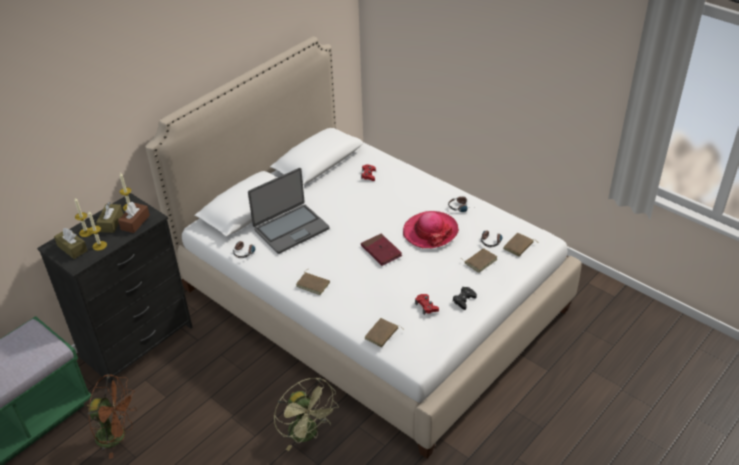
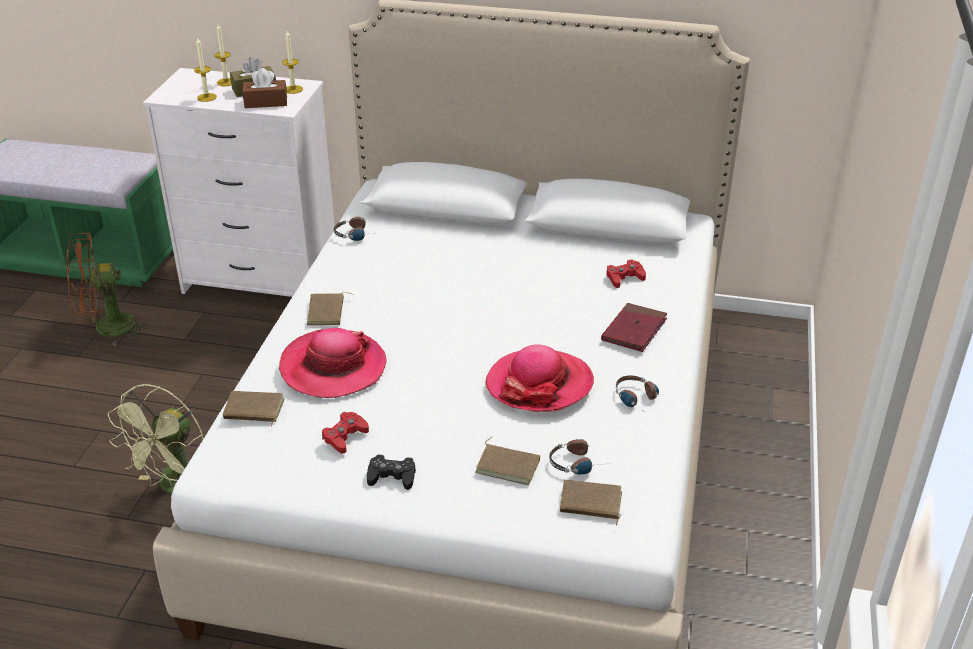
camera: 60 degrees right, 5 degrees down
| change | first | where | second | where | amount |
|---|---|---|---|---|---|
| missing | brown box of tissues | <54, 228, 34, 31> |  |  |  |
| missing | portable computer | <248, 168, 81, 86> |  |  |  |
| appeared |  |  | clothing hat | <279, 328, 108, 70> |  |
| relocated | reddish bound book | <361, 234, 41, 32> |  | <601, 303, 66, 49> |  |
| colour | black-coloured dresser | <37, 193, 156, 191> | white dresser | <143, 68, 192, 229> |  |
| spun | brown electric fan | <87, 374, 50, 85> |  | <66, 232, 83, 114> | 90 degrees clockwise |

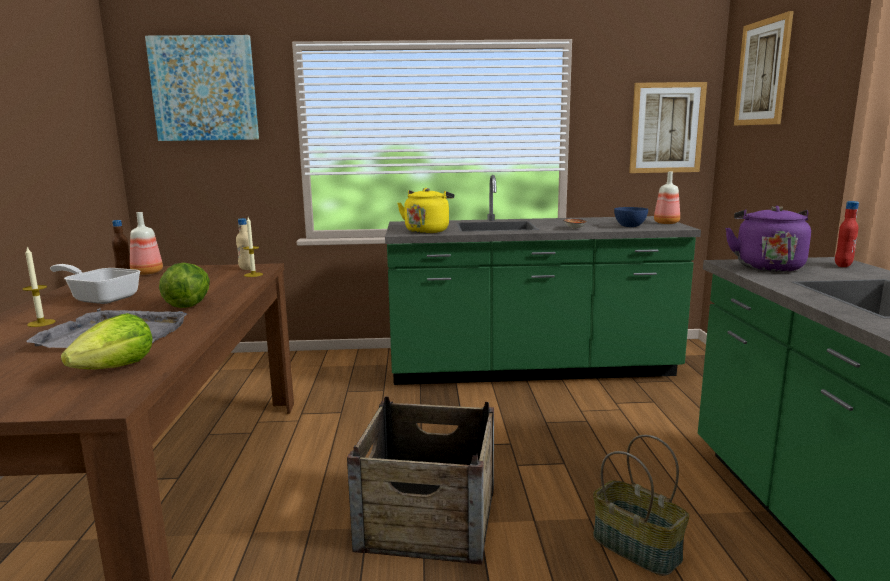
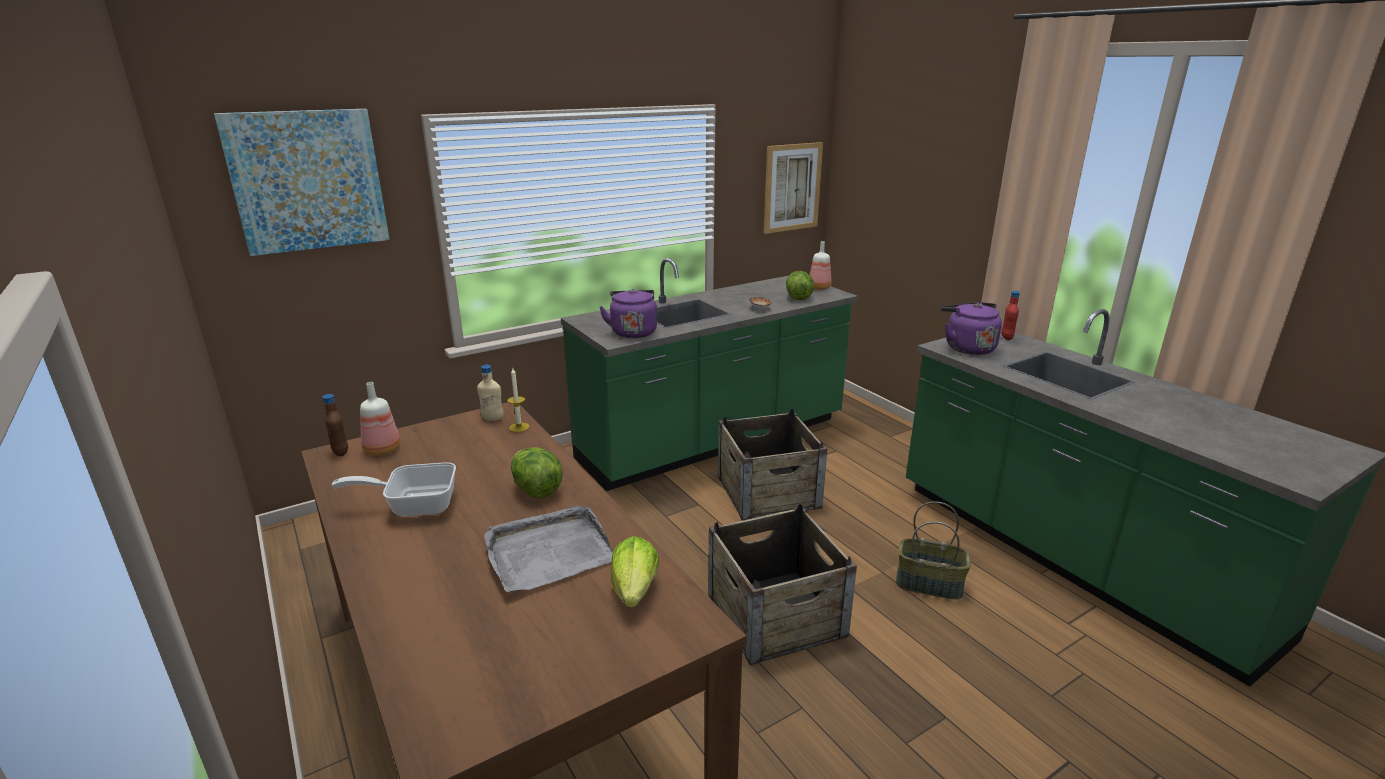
camera: 30 degrees left, 10 degrees up
| change | first | where | second | where | amount |
|---|---|---|---|---|---|
| missing | wax candle | <22, 247, 33, 80> |  |  |  |
| missing | picture | <734, 11, 60, 115> |  |  |  |
| appeared |  |  | shipping crate | <718, 409, 110, 112> |  |
| exchanged | bluish serving bowl | <614, 207, 34, 20> | lettuce | <786, 271, 28, 29> |  |
| colour | yellowish kettle | <397, 188, 58, 45> | purple kettle | <599, 289, 58, 49> |  |

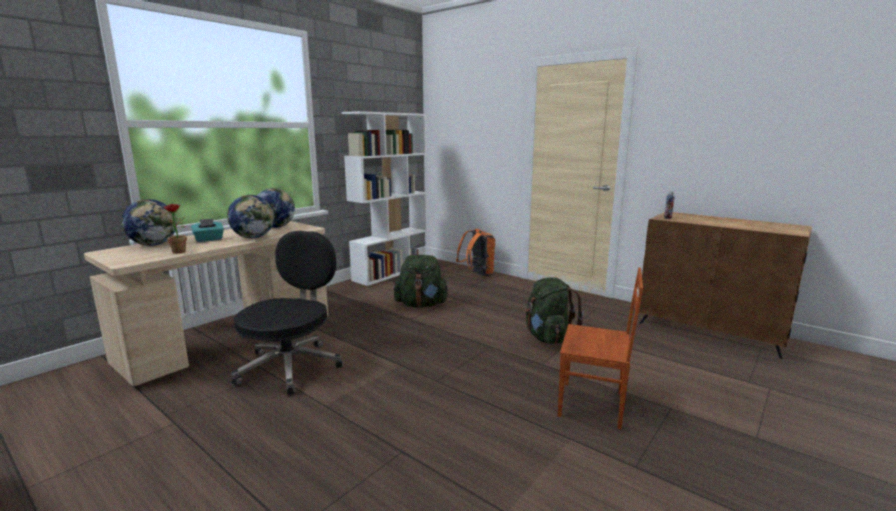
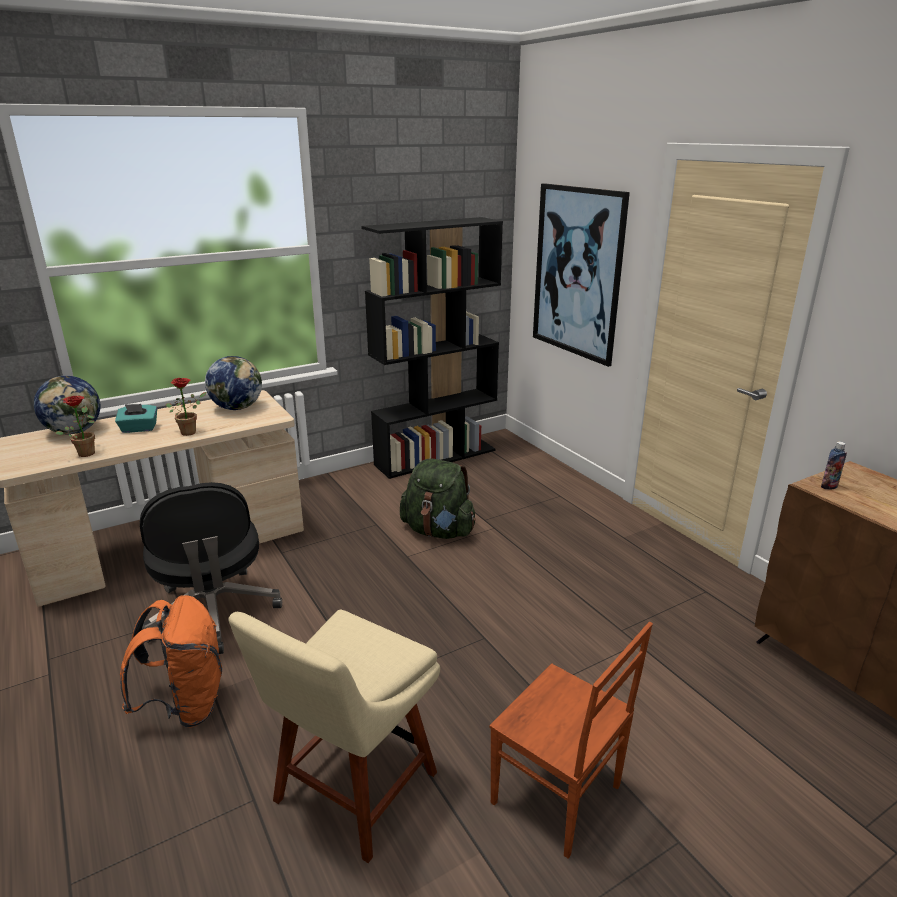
camera: 20 degrees right, 10 degrees up
| change | first | where | second | where | amount |
|---|---|---|---|---|---|
| missing | greenish backpack | <523, 277, 61, 67> |  |  |  |
| appeared |  |  | beige-coloured upright chair | <228, 609, 212, 254> |  |
| appeared |  |  | picture | <533, 183, 97, 184> |  |
| relocated | orangey backpack | <456, 229, 39, 48> |  | <120, 595, 102, 133> |  |
| exchanged | world globe | <227, 195, 47, 43> | potted plant | <166, 378, 41, 58> |  |
| colour | white shelving unit | <342, 111, 85, 175> | black-coloured shelving unit | <361, 217, 142, 262> |  |
| spun | black-coloured desk chair | <231, 231, 111, 164> |  | <140, 482, 142, 172> | 120 degrees clockwise |

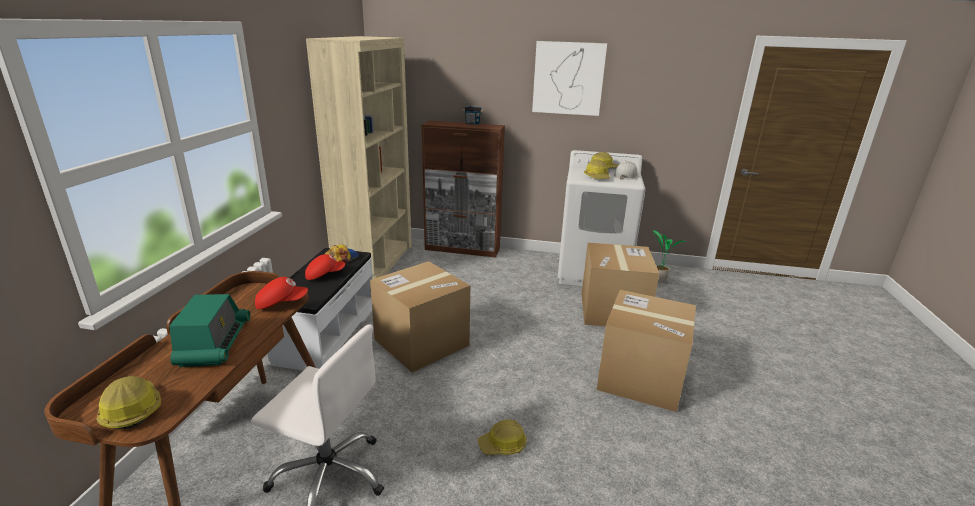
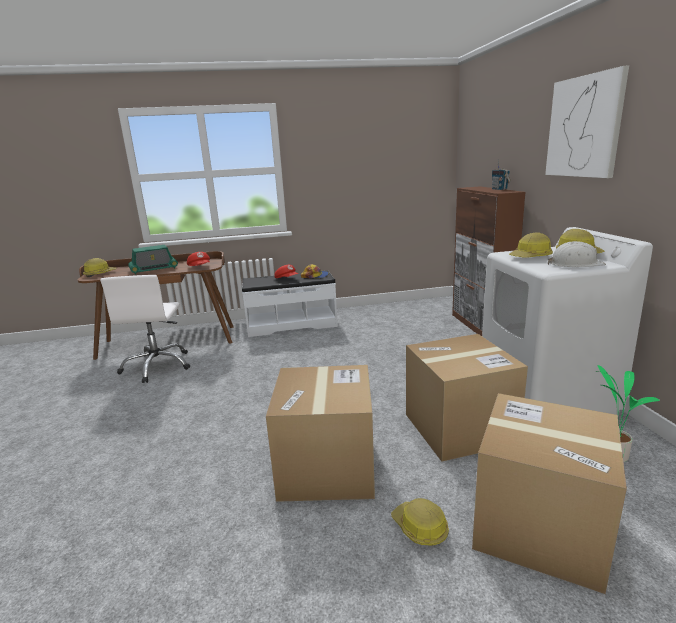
camera: 70 degrees right, 5 degrees down
| change | first | where | second | where | amount |
|---|---|---|---|---|---|
| missing | beige-coloured shelving unit | <306, 36, 106, 243> |  |  |  |
| relocated | packing box | <370, 261, 100, 111> |  | <472, 393, 155, 201> |  |
| relocated | work helmet | <478, 419, 49, 36> |  | <391, 498, 58, 48> |  |

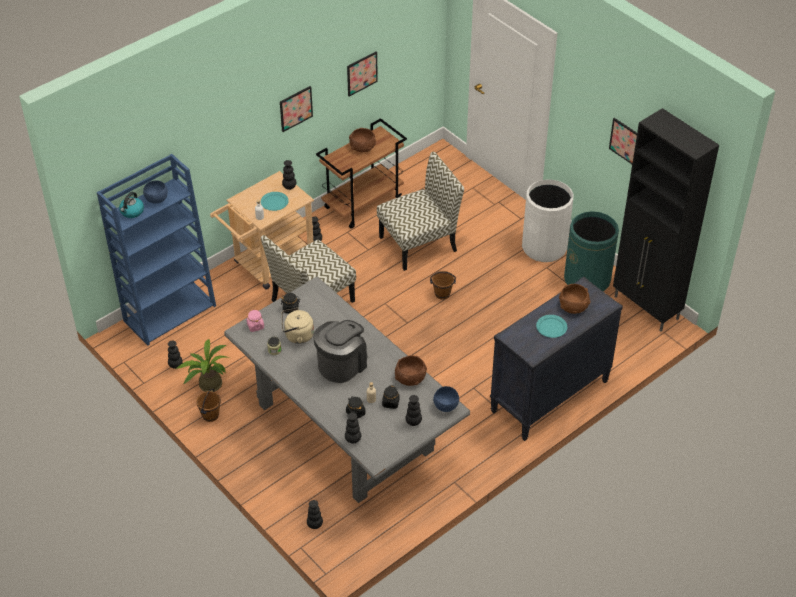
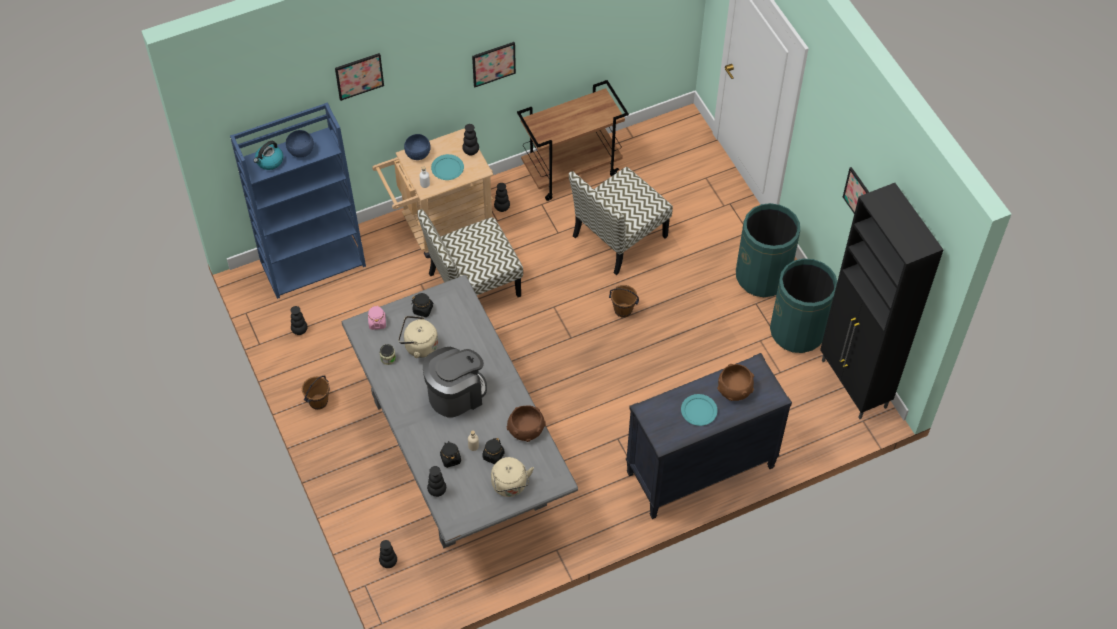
camera: 15 degrees right, 10 degrees up
| change | first | where | second | where | amount |
|---|---|---|---|---|---|
| missing | potted plant | <177, 339, 53, 53> |  |  |  |
| missing | brown serving bowl | <349, 128, 27, 24> |  |  |  |
| relocated | picture | <347, 52, 31, 45> |  | <335, 53, 49, 48> |  |
| relocated | bluish serving bowl | <433, 386, 26, 26> |  | <404, 134, 27, 26> |  |
| exchanged | black-coloured decorative vase | <405, 395, 17, 31> | beige-coloured kettle | <491, 457, 43, 40> |  |
| colour | white rubbish bin | <522, 179, 51, 83> | greenish rubbish bin | <736, 203, 64, 94> |  |
| spun | upright chair | <377, 152, 87, 119> |  | <569, 167, 104, 108> | 150 degrees clockwise |

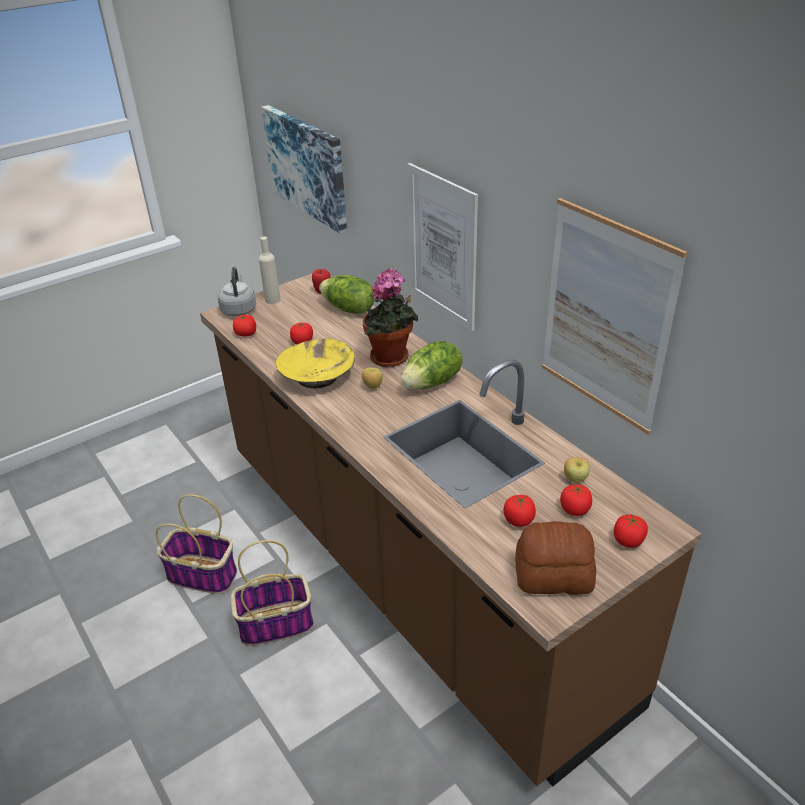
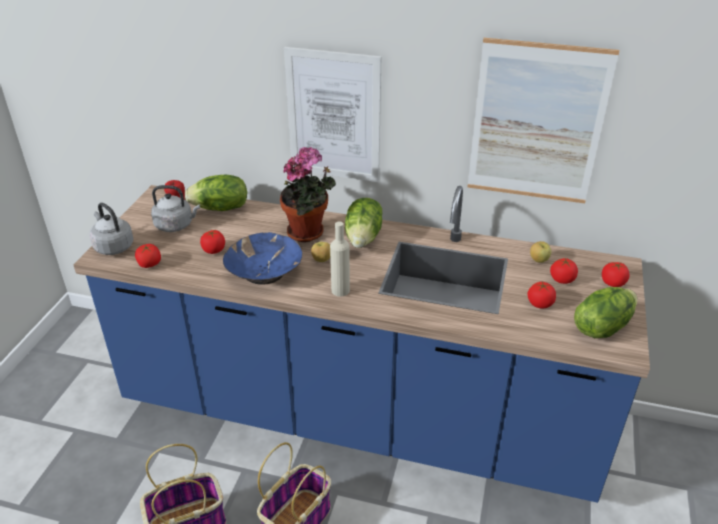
camera: 40 degrees left, 0 degrees up
| change | first | where | second | where | amount |
|---|---|---|---|---|---|
| missing | picture | <261, 105, 86, 129> |  |  |  |
| appeared |  |  | gray kettle | <151, 185, 49, 47> |  |
| relocated | beige-coloured beverage bottle | <259, 237, 22, 67> |  | <330, 221, 20, 76> |  |
| exchanged | baked bread | <515, 521, 81, 74> | lettuce | <574, 287, 64, 51> |  |
| colour | brown kitchen counter | <200, 273, 501, 513> | bluish kitchen counter | <73, 185, 577, 318> |  |
| colour | yellowish serving bowl | <276, 339, 79, 49> | bluish serving bowl | <223, 232, 79, 53> |  |

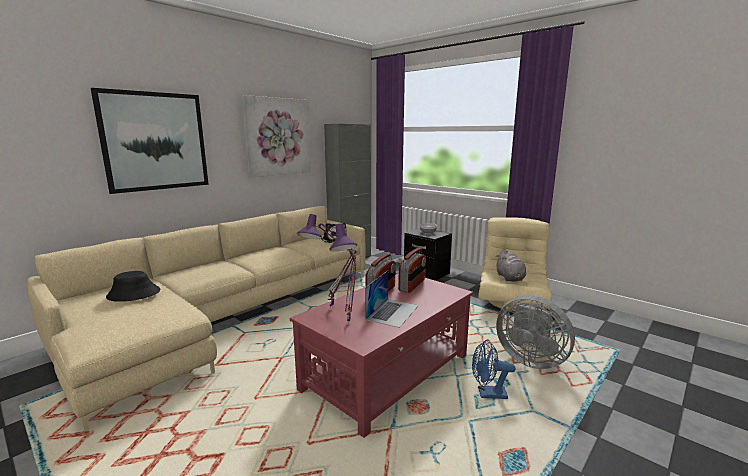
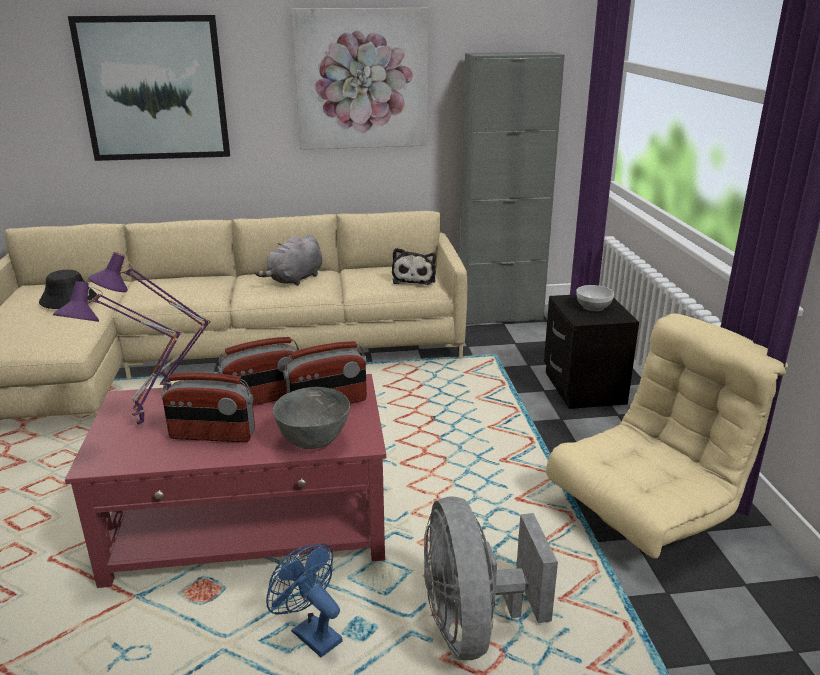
camera: 40 degrees right, 10 degrees up
| change | first | where | second | where | amount |
|---|---|---|---|---|---|
| appeared |  |  | gray serving bowl | <273, 387, 77, 62> |  |
| relocated | gray plush toy | <495, 249, 31, 33> |  | <255, 234, 67, 52> |  |
| exchanged | portable computer | <365, 270, 54, 58> | radio | <162, 373, 93, 69> |  |

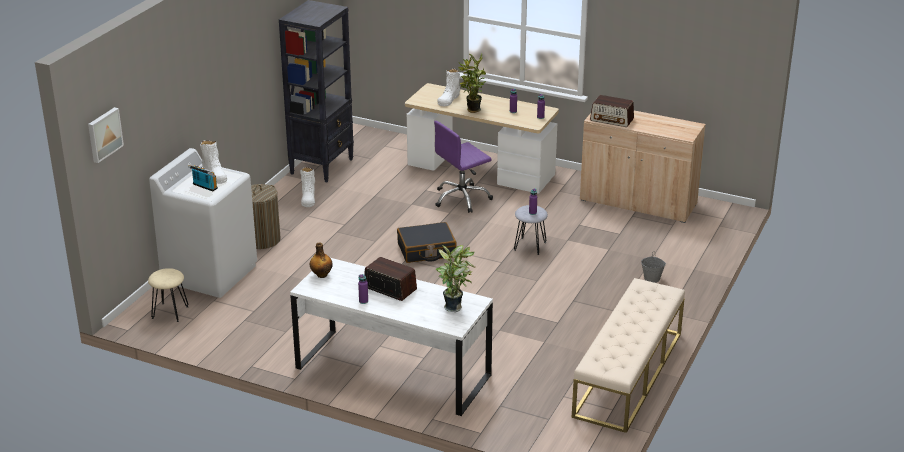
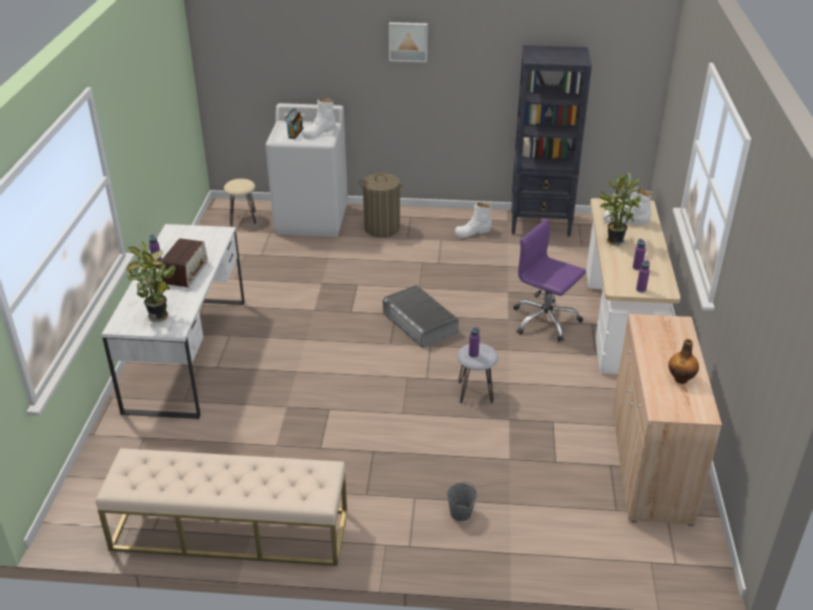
camera: 70 degrees right, 5 degrees up
| change | first | where | second | where | amount |
|---|---|---|---|---|---|
| missing | radio | <590, 95, 44, 32> |  |  |  |
| relocated | picture | <88, 107, 36, 56> |  | <389, 22, 39, 40> |  |
| relocated | beverage bottle | <310, 242, 23, 36> |  | <668, 339, 31, 45> |  |
| exchanged | black-coloured suitcase | <397, 222, 59, 41> | gray storage box | <383, 285, 76, 63> |  |

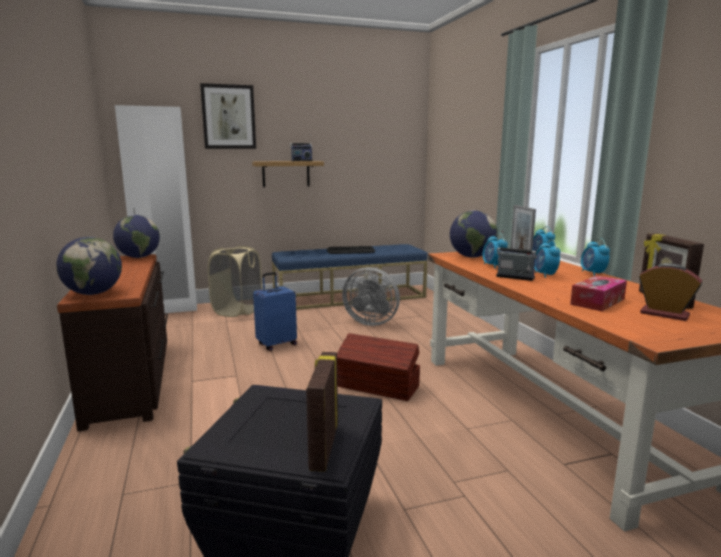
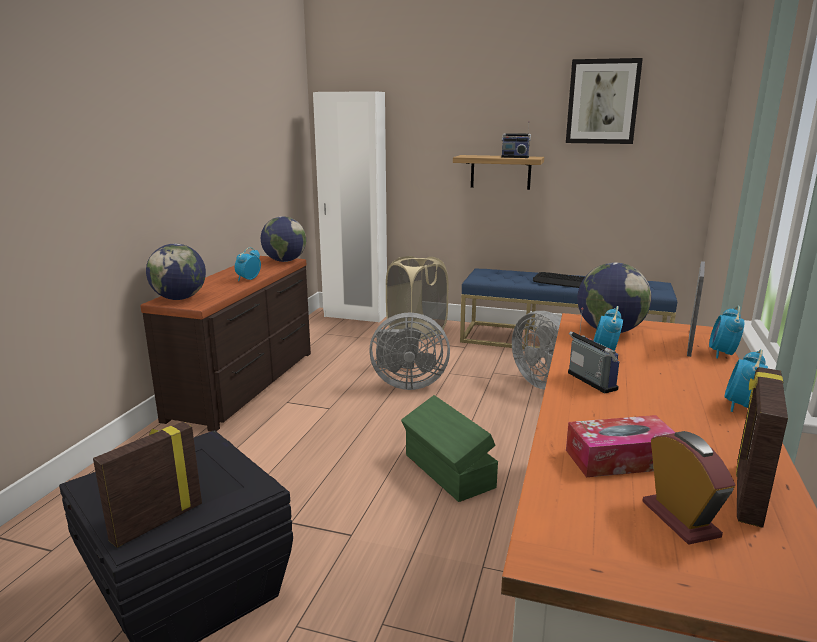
camera: 35 degrees right, 5 degrees up
| change | first | where | second | where | amount |
|---|---|---|---|---|---|
| relocated | picture | <200, 83, 56, 66> |  | <566, 58, 77, 86> |  |
| relocated | alarm clock | <534, 239, 26, 39> |  | <235, 247, 26, 34> |  |
| exchanged | bluish suitcase | <253, 272, 44, 79> | gray electric fan | <369, 312, 81, 78> |  |
| colour | brown storage box | <337, 333, 83, 68> | greenish storage box | <401, 395, 97, 107> |  |

